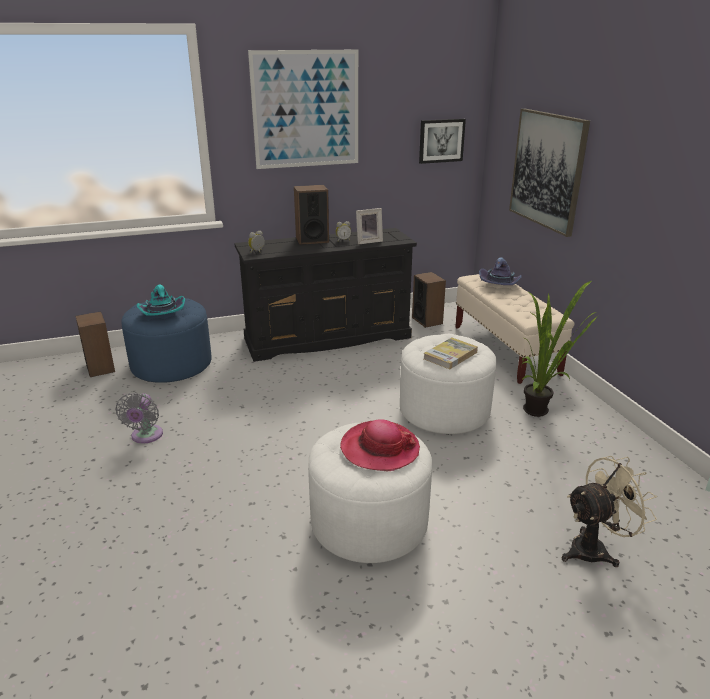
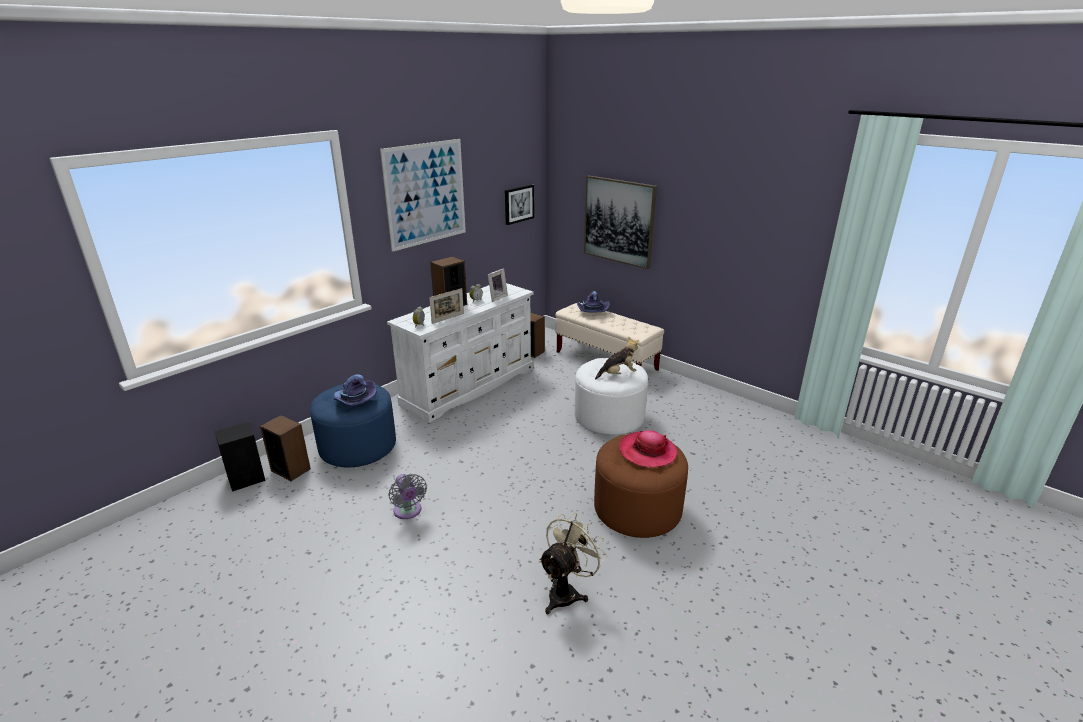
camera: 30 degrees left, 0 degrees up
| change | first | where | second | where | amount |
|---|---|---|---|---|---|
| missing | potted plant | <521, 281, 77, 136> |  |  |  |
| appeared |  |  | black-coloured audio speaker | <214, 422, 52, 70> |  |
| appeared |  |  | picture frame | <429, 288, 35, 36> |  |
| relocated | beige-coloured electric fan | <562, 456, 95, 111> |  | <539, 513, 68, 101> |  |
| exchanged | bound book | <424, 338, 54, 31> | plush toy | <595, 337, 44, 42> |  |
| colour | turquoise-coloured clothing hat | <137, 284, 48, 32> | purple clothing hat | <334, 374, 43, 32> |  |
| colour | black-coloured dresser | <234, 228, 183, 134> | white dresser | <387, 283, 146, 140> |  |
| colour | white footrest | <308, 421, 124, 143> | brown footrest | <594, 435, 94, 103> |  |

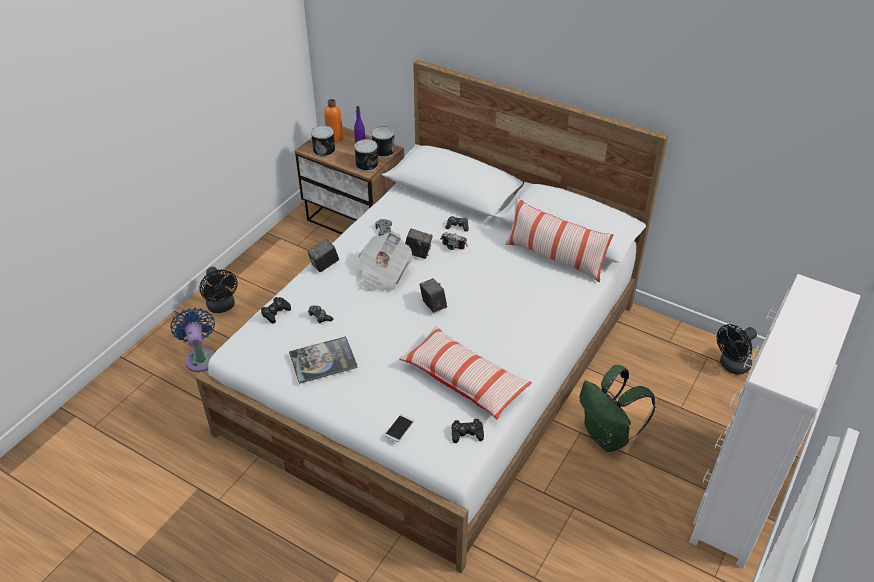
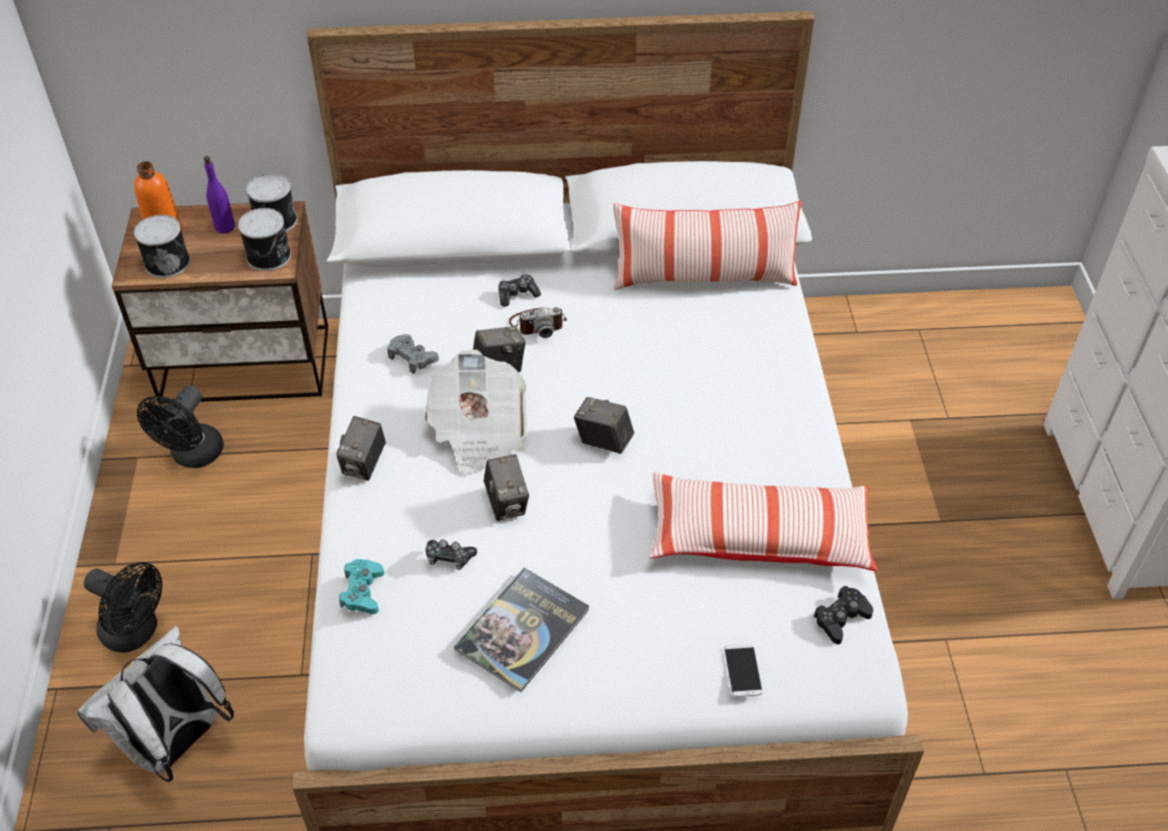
camera: 35 degrees left, 5 degrees up
| change | first | where | second | where | amount |
|---|---|---|---|---|---|
| missing | greenish backpack | <580, 365, 75, 87> |  |  |  |
| appeared |  |  | photo camera | <484, 455, 45, 66> |  |
| relocated | black-coloured electric fan | <717, 324, 40, 50> |  | <137, 385, 87, 83> |  |
| exchanged | bluish electric fan | <171, 308, 44, 64> | white backpack | <77, 626, 157, 156> |  |
| colour | black-coloured gamepad | <261, 297, 30, 27> | turquoise-coloured gamepad | <339, 559, 45, 55> |  |

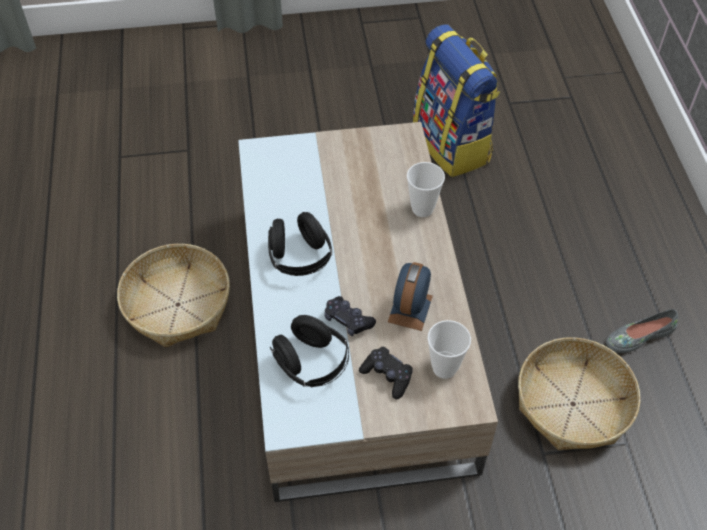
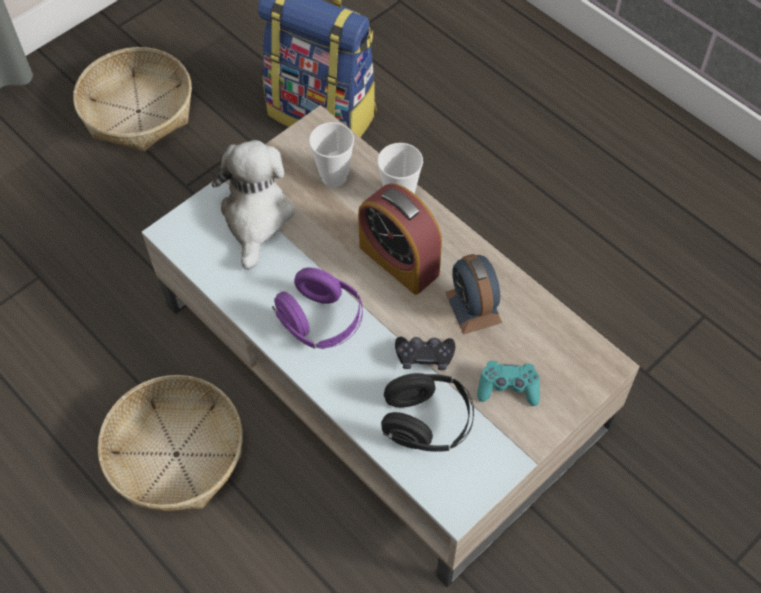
camera: 35 degrees left, 5 degrees up
| change | first | where | second | where | amount |
|---|---|---|---|---|---|
| missing | gray low shoe | <606, 309, 72, 44> |  |  |  |
| appeared |  |  | plush toy | <211, 140, 83, 130> |  |
| appeared |  |  | alarm clock | <358, 183, 84, 112> |  |
| relocated | small cup | <427, 320, 44, 59> |  | <309, 122, 45, 65> |  |
| relocated | basket | <518, 337, 122, 113> |  | <73, 47, 119, 105> |  |
| colour | black-coloured pair of headphones | <268, 212, 64, 64> | purple pair of headphones | <272, 267, 91, 82> |  |
| colour | black-coloured gamepad | <359, 347, 54, 52> | turquoise-coloured gamepad | <477, 361, 63, 45> |  |

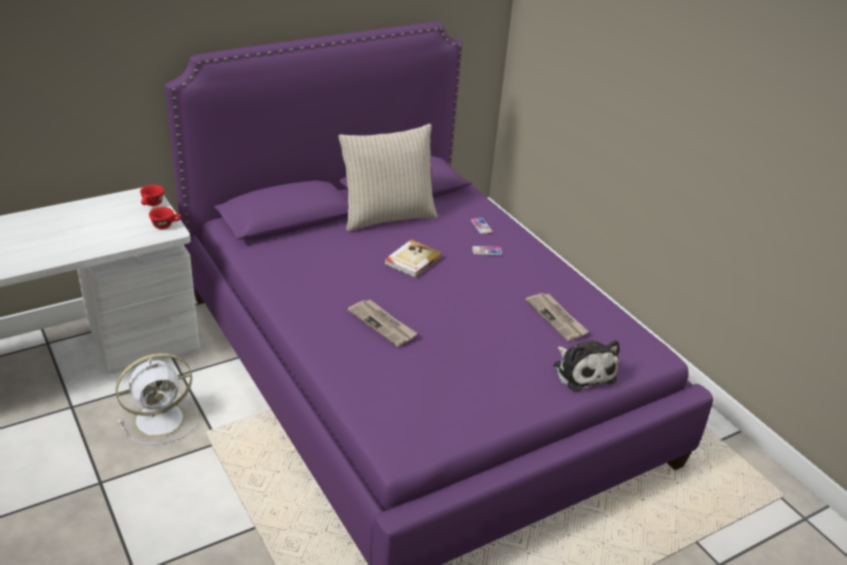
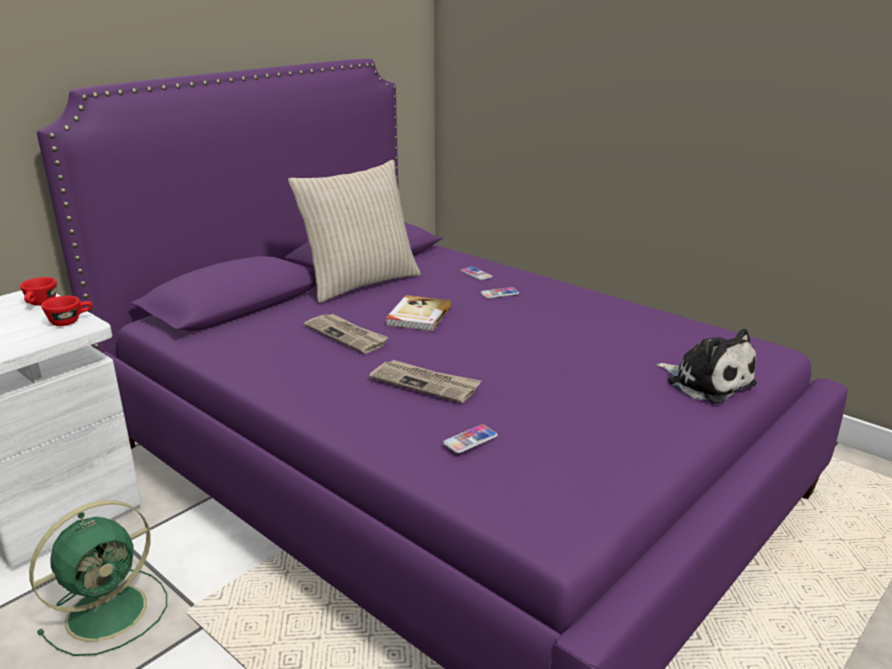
camera: 15 degrees left, 10 degrees down
| change | first | where | second | where | amount |
|---|---|---|---|---|---|
| appeared |  |  | phone | <443, 425, 55, 28> |  |
| relocated | printed paper | <526, 293, 63, 48> |  | <304, 314, 85, 40> |  |
| colour | white electric fan | <116, 353, 82, 92> | greenish electric fan | <29, 500, 138, 156> |  |

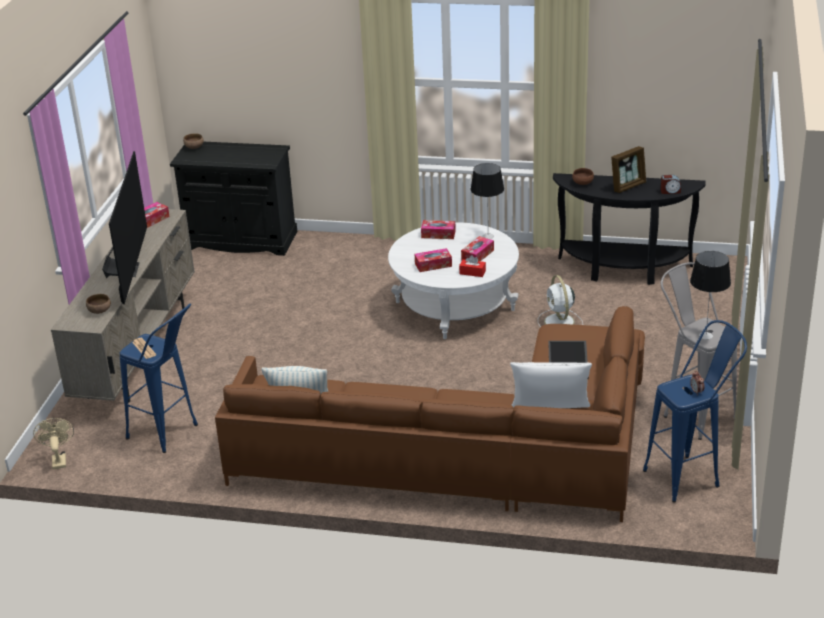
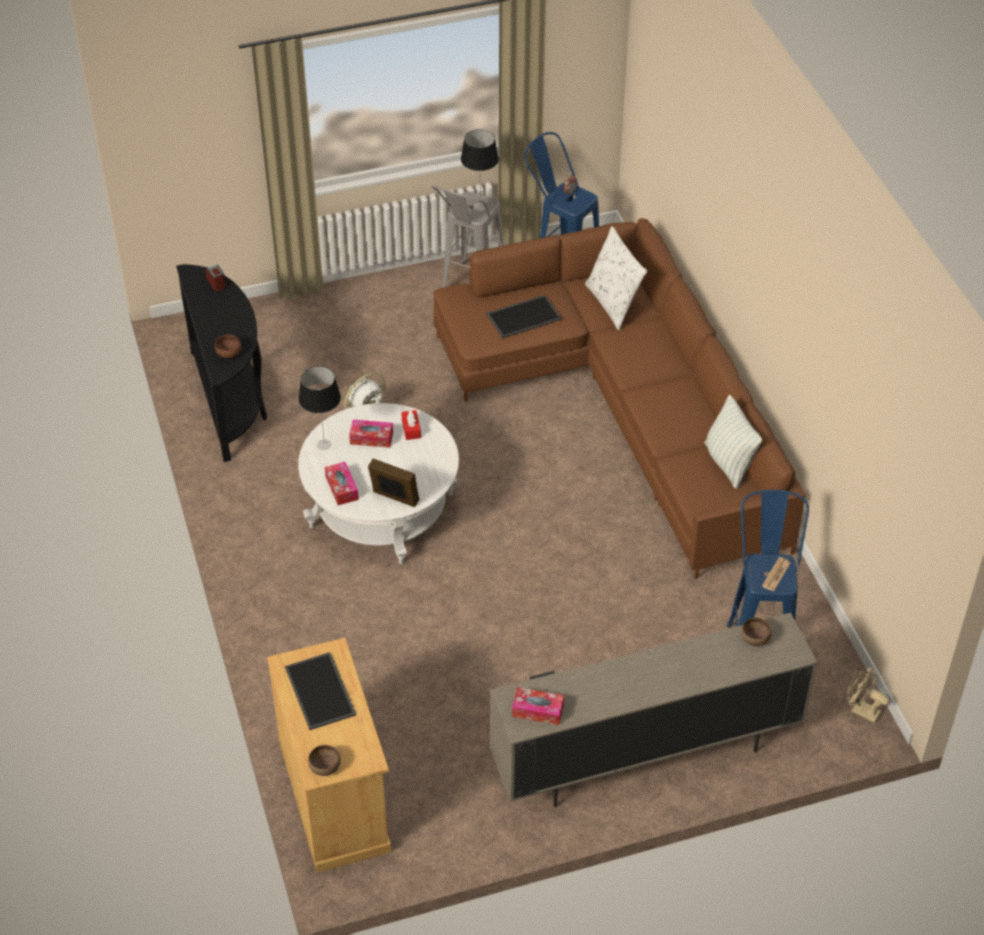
camera: 120 degrees left, 15 degrees up
| change | first | where | second | where | amount |
|---|---|---|---|---|---|
| missing | TV set | <102, 151, 45, 153> |  |  |  |
| missing | box of tissues | <415, 248, 37, 24> |  |  |  |
| appeared |  |  | tray | <285, 652, 71, 78> |  |
| relocated | picture frame | <611, 146, 35, 47> |  | <368, 459, 51, 48> |  |
| colour | black-coloured storage cabinet | <170, 142, 127, 114> | beige-coloured storage cabinet | <267, 638, 124, 235> |  |
| spun | beige-coloured electric fan | <33, 418, 41, 51> |  | <847, 667, 42, 56> | 75 degrees clockwise |

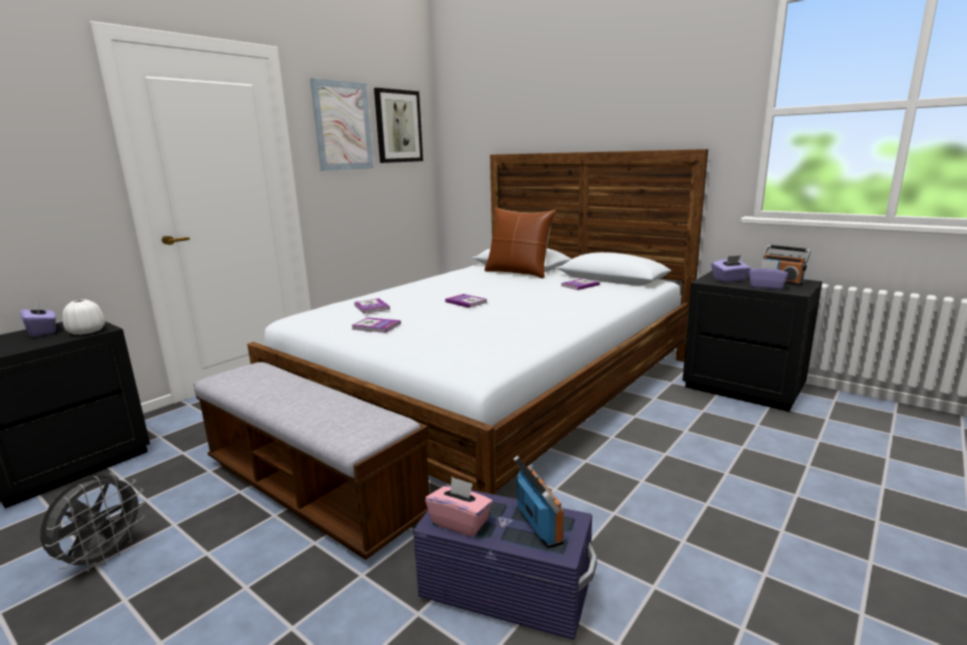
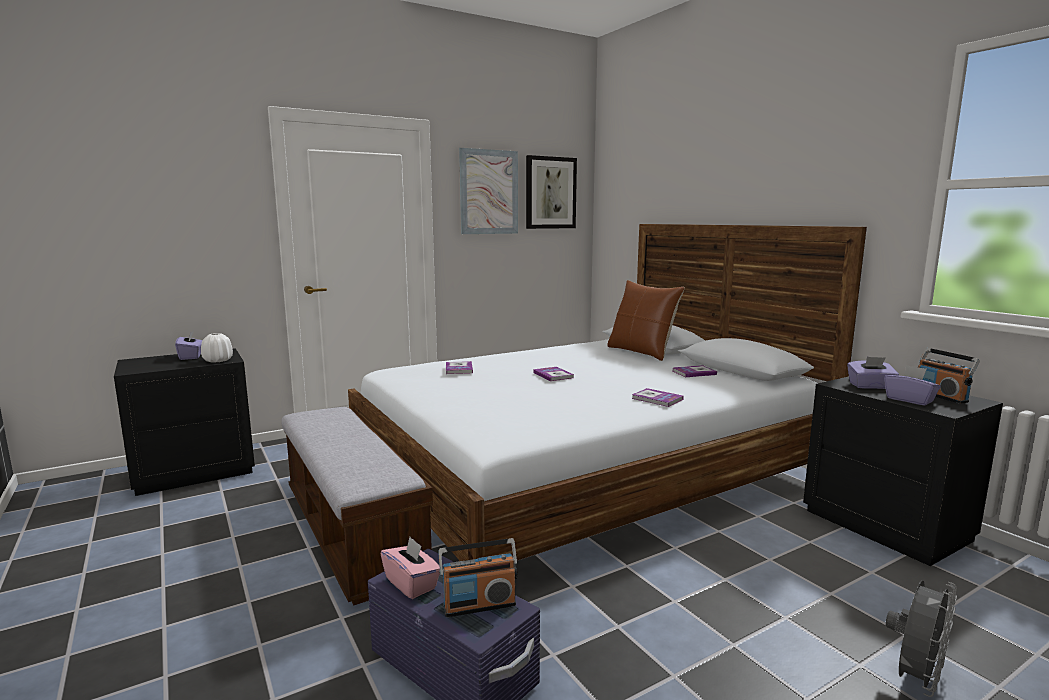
camera: 20 degrees right, 5 degrees down
| change | first | where | second | where | amount |
|---|---|---|---|---|---|
| relocated | gray electric fan | <40, 473, 106, 99> |  | <886, 580, 71, 117> |  |
| relocated | bound book | <351, 317, 50, 16> |  | <632, 388, 52, 19> |  |
| spun | radio | <513, 456, 51, 92> |  | <438, 538, 80, 79> | 75 degrees clockwise |

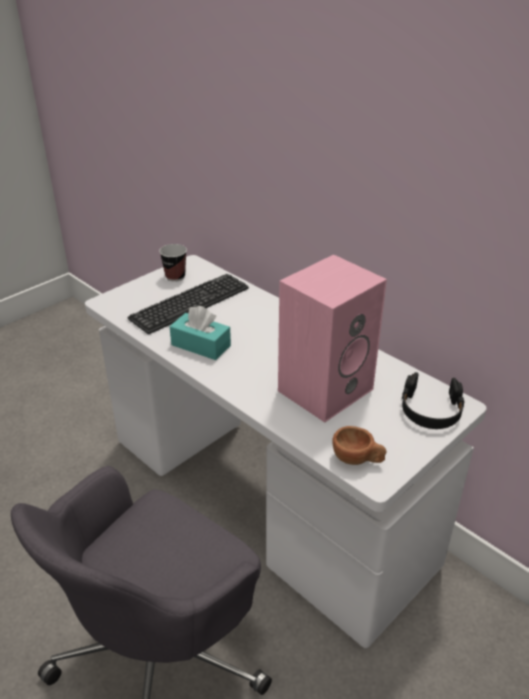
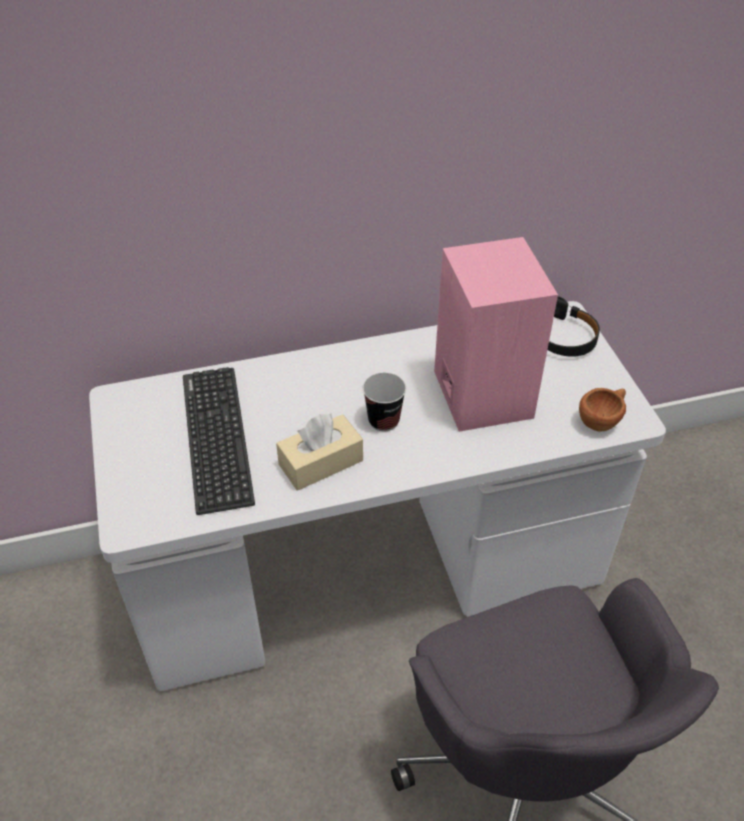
camera: 60 degrees left, 10 degrees up
| change | first | where | second | where | amount |
|---|---|---|---|---|---|
| relocated | small cup | <159, 244, 28, 38> |  | <363, 372, 43, 59> |  |
| colour | turquoise-coloured box of tissues | <170, 306, 61, 54> | beige-coloured box of tissues | <276, 413, 87, 78> |  |

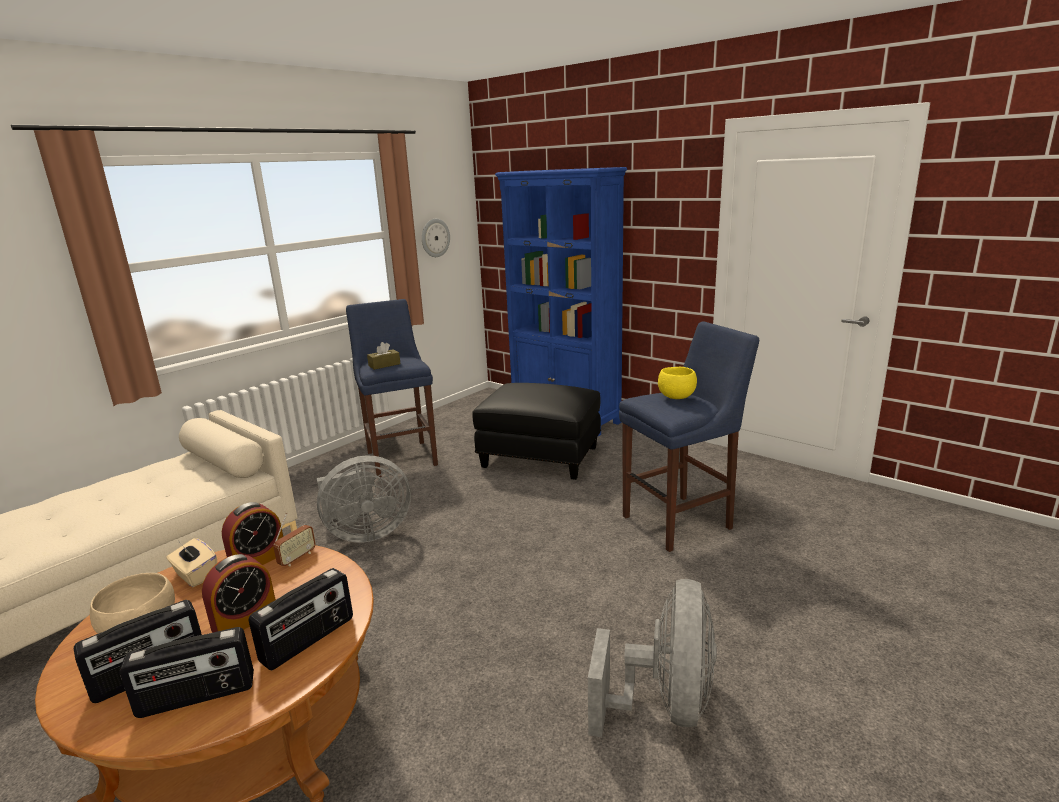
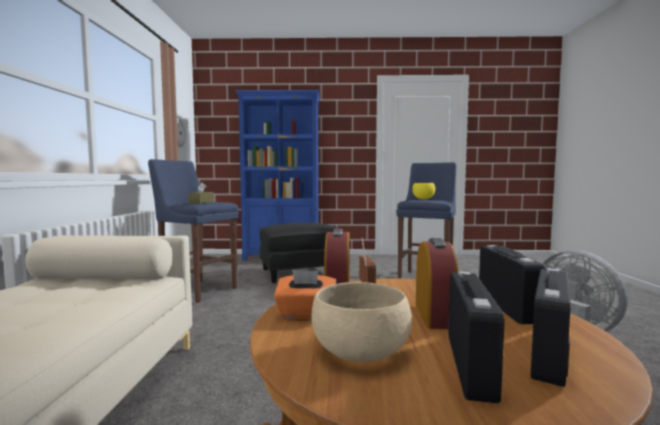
camera: 40 degrees left, 15 degrees down
| change | first | where | second | where | amount |
|---|---|---|---|---|---|
| missing | gray electric fan | <317, 455, 94, 88> |  |  |  |
| colour | beige-coloured box of tissues | <166, 538, 51, 49> | orangey box of tissues | <274, 270, 62, 48> |  |

